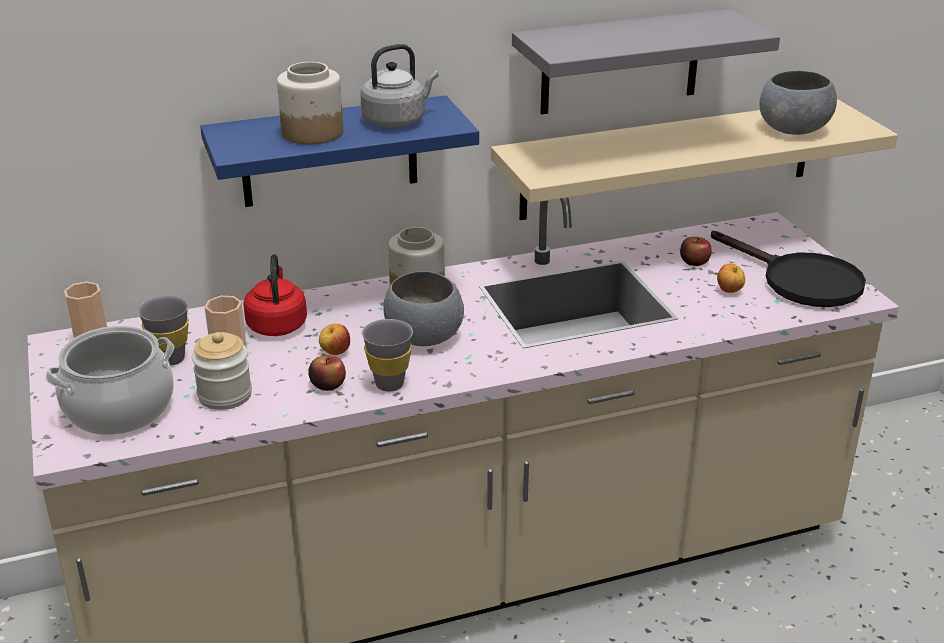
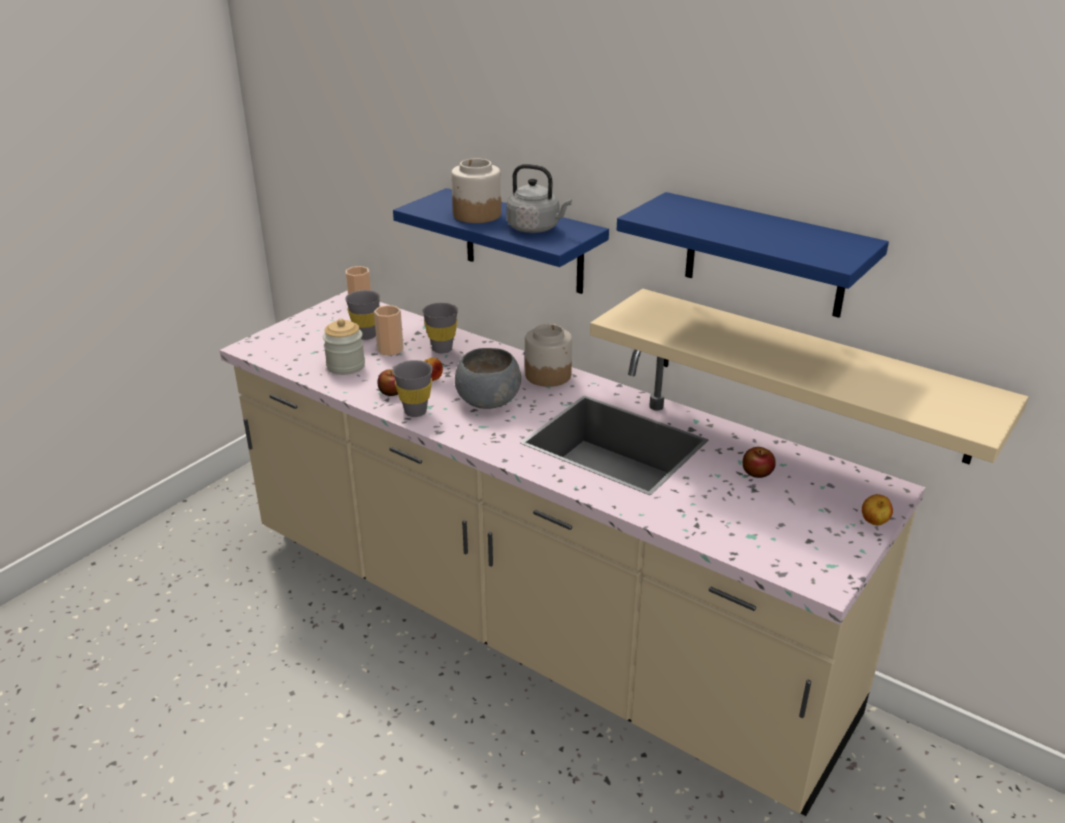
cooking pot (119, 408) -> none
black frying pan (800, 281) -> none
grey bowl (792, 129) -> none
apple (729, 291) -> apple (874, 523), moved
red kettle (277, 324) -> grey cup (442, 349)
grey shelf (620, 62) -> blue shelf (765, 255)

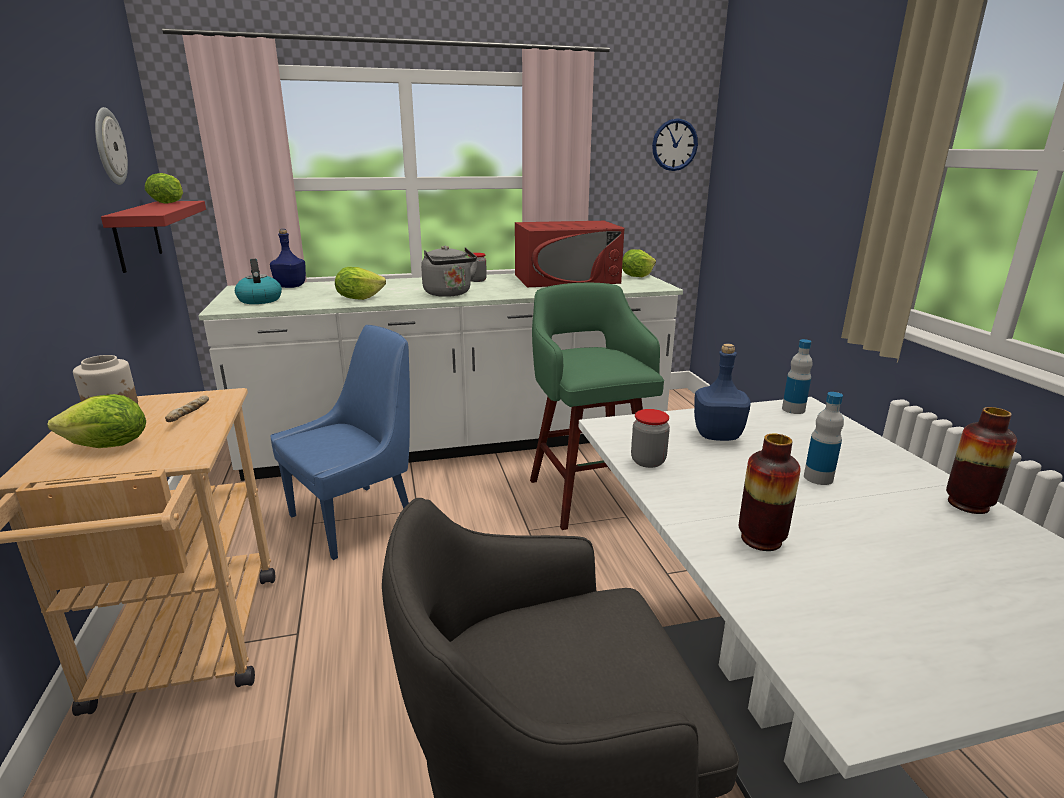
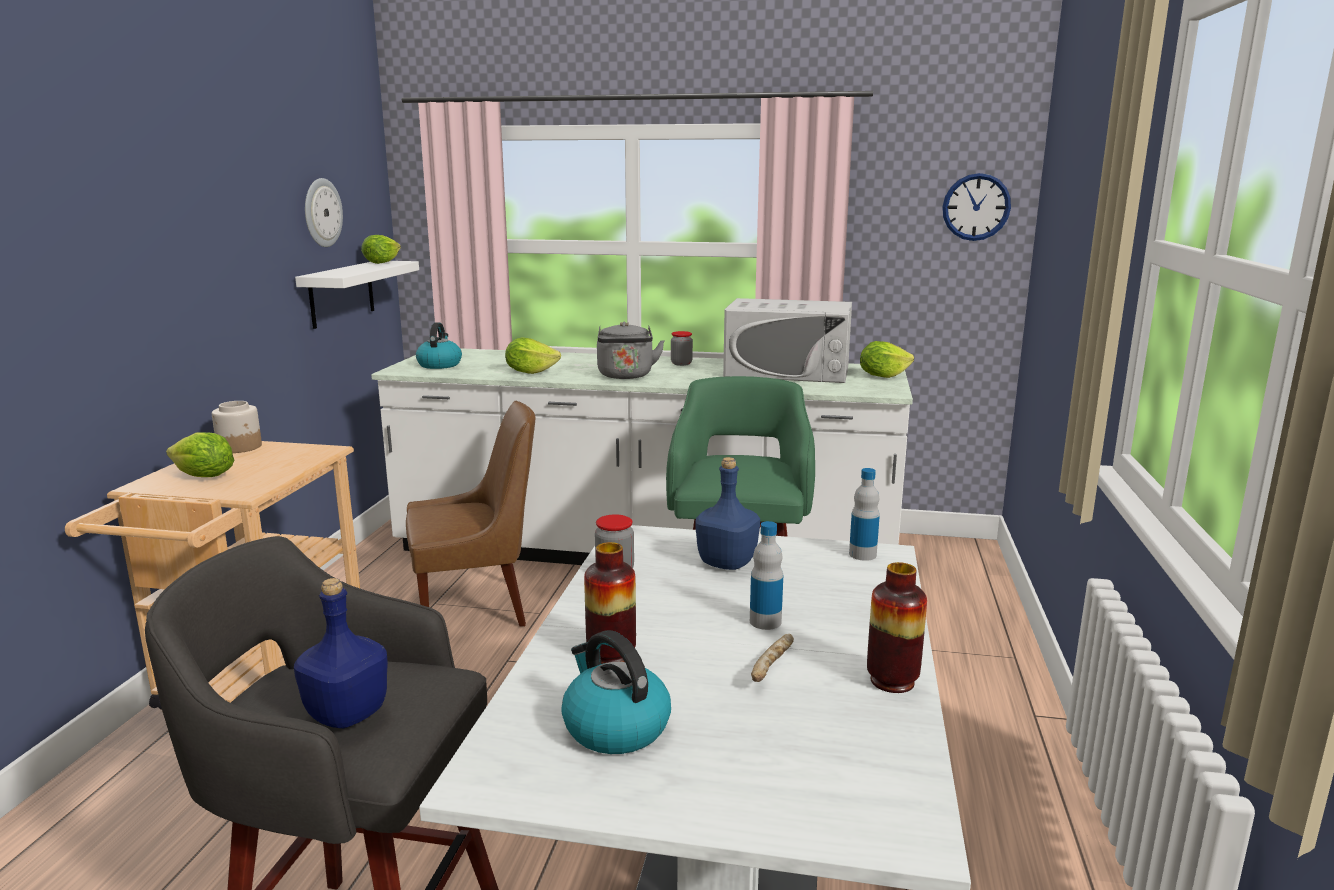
none -> kettle (614, 727)
bread (190, 415) -> bread (773, 667), moved
blue bottle (291, 286) -> blue bottle (348, 713), moved
red shelf (137, 235) -> white shelf (341, 293)
blue chair (357, 518) -> brown chair (476, 608)
red microwave (567, 279) -> white microwave (787, 371)

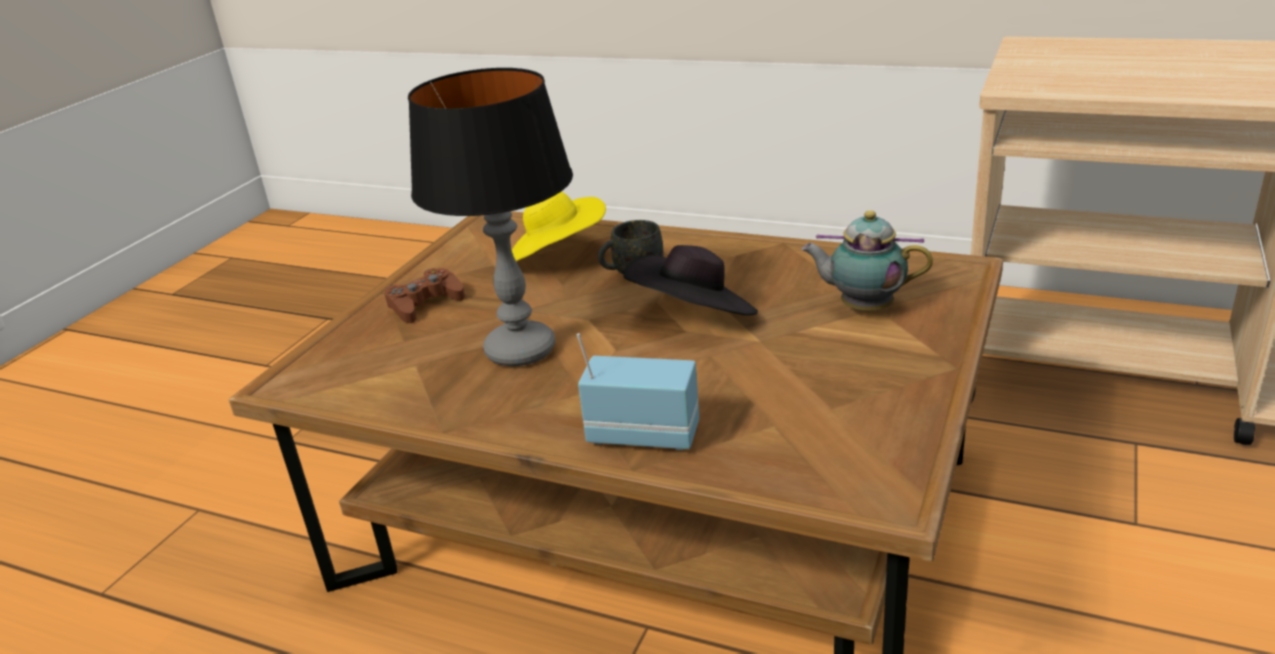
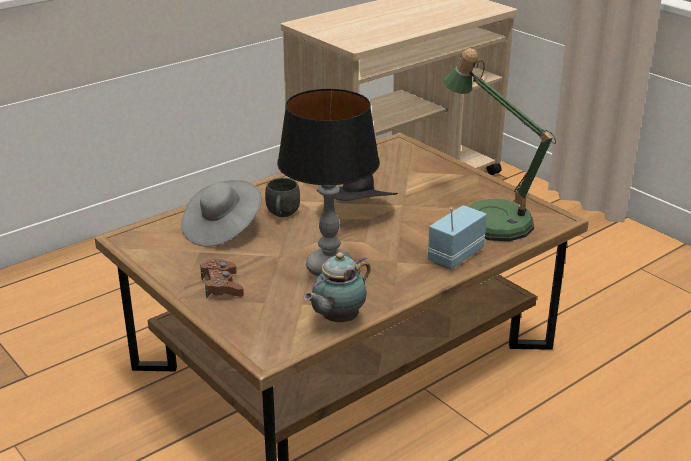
none -> table lamp (489, 217)
teapot (862, 308) -> teapot (337, 319), moved
yellow hat (556, 256) -> grey hat (222, 229)

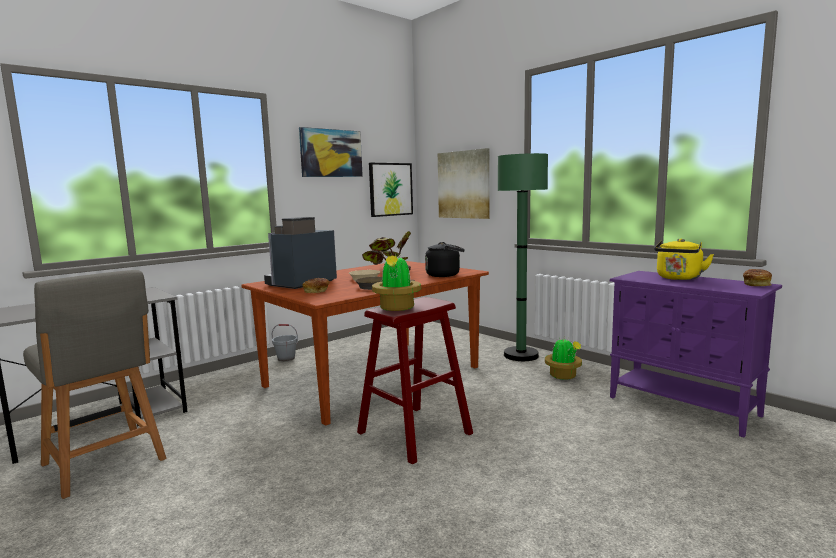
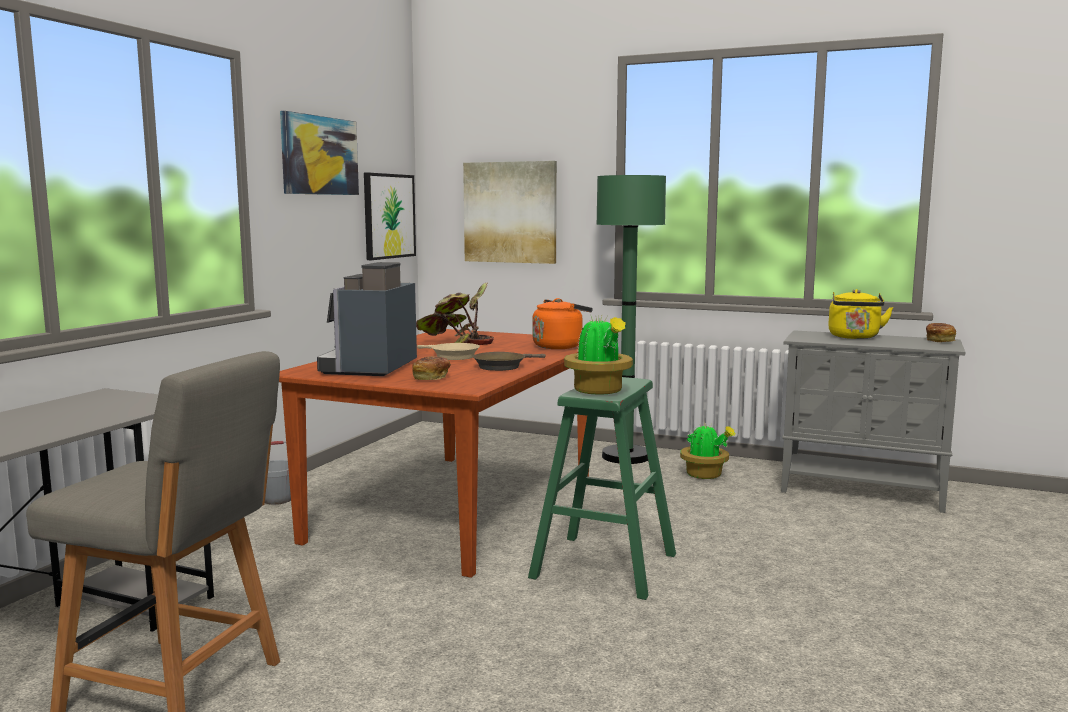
red stool (414, 433) -> green stool (604, 566)
black kettle (445, 275) -> orange kettle (559, 346)
purple cabinet (684, 406) -> grey cabinet (863, 491)

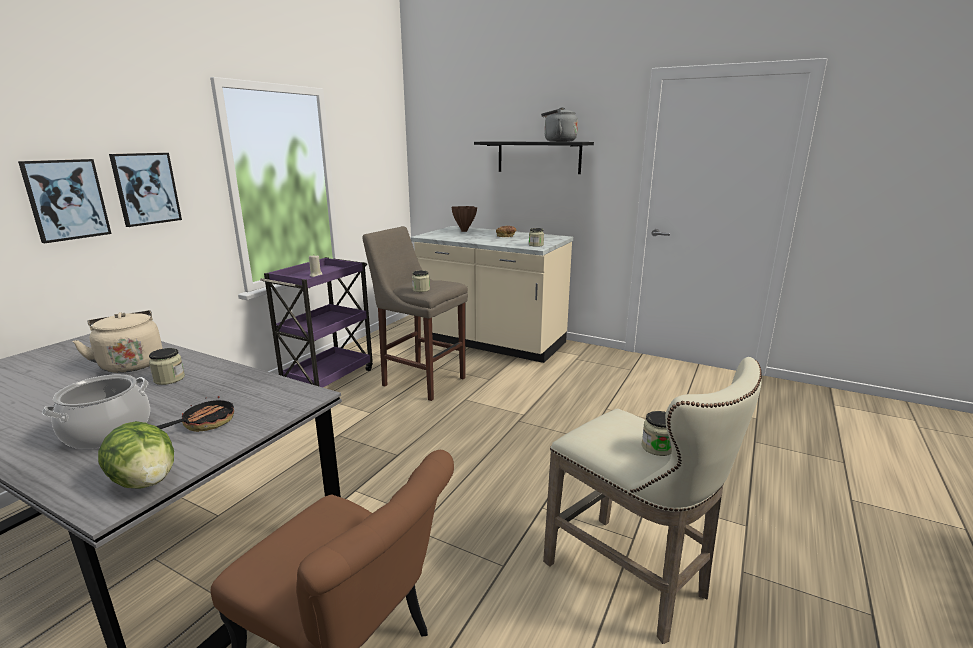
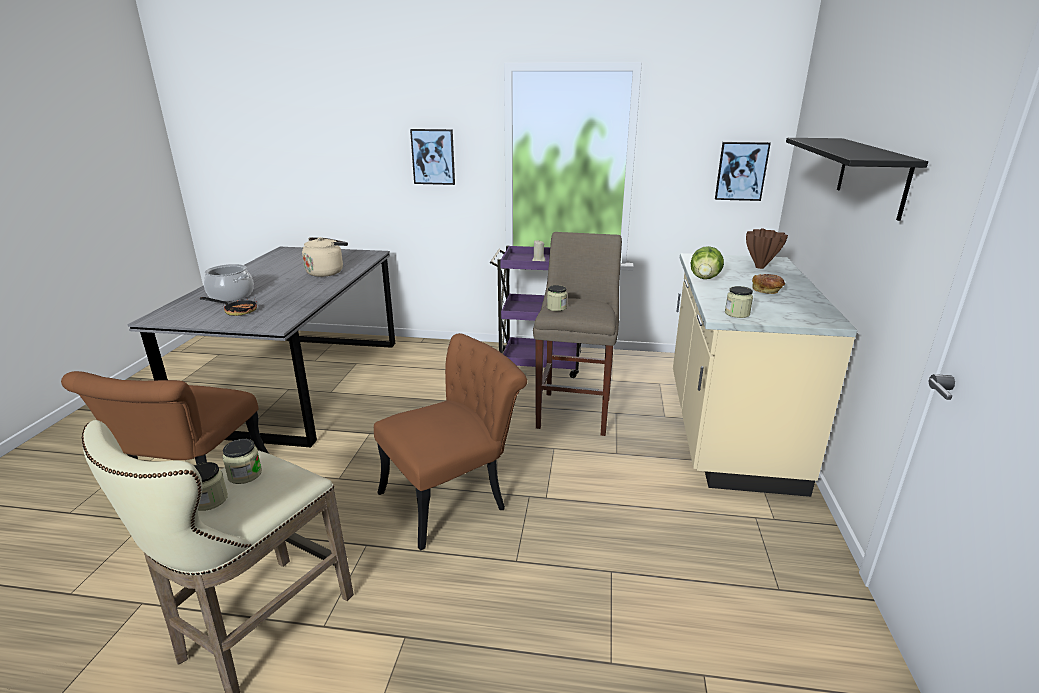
grey kettle (557, 141) -> none
none -> brown chair (454, 496)
picture (66, 199) -> picture (741, 171), moved
lettuce (146, 481) -> lettuce (704, 278), moved
jar (169, 379) -> jar (245, 474), moved

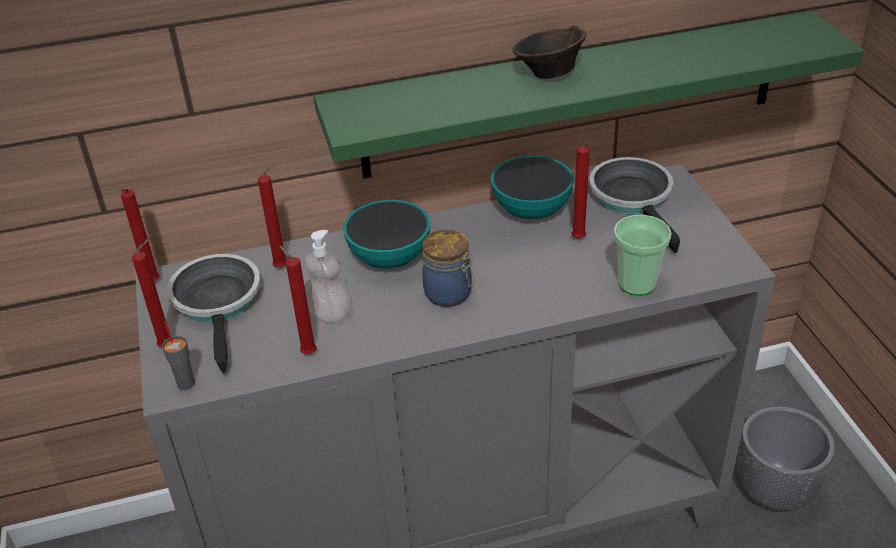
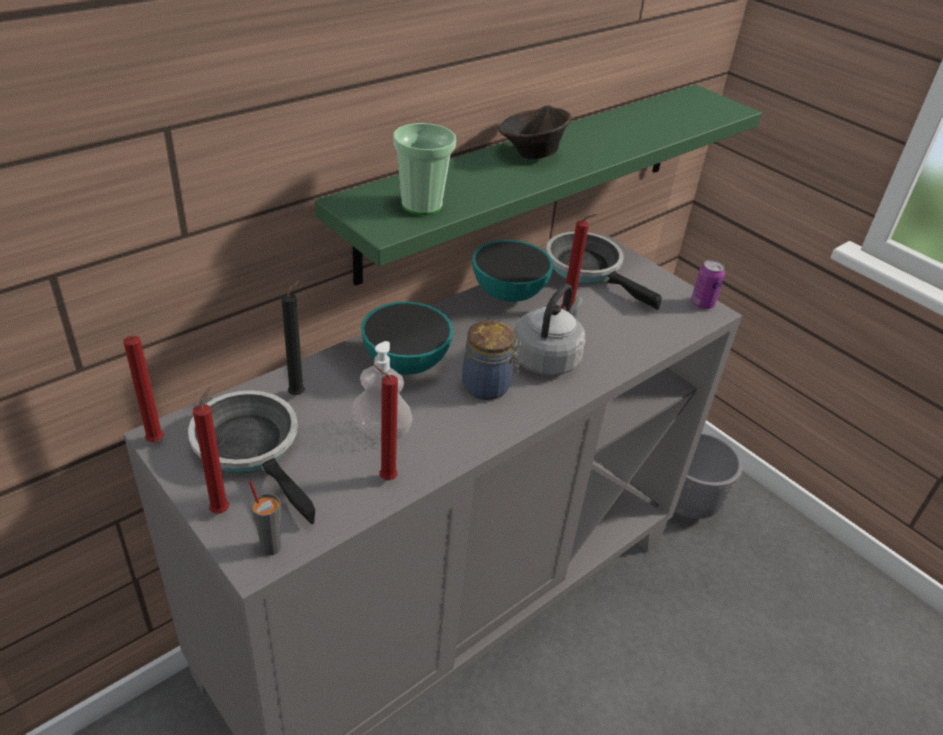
none -> grey kettle (547, 358)
none -> can (702, 304)
cup (637, 284) -> cup (422, 205), moved
red candle (283, 267) -> black candle (299, 393)

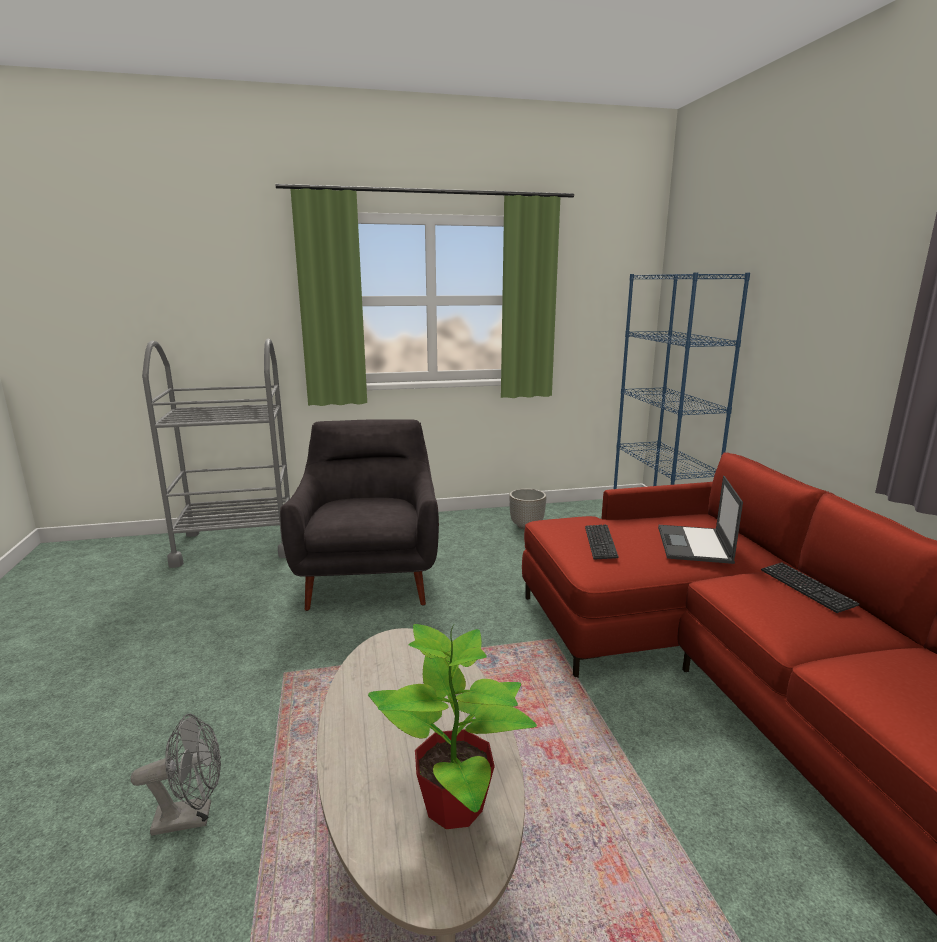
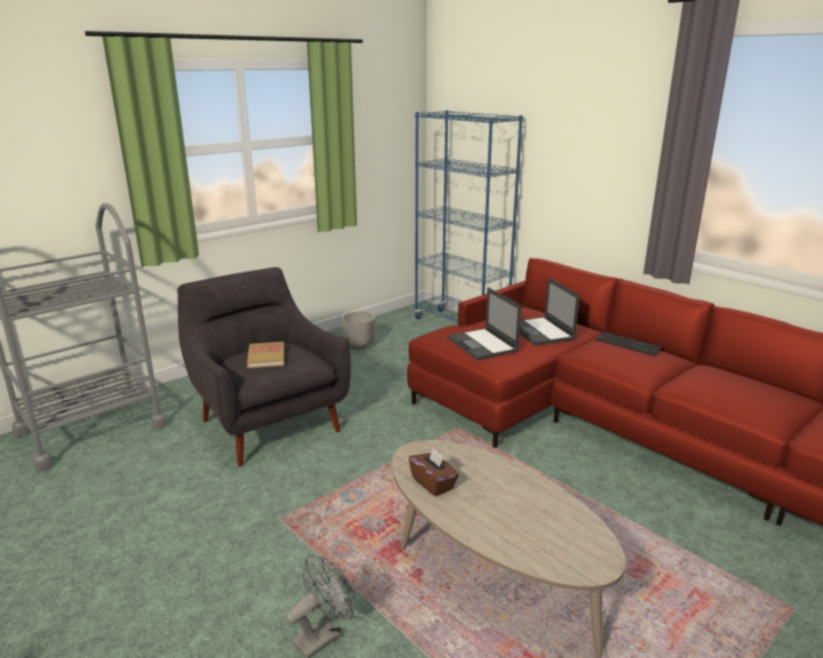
potted plant (456, 805) -> none
none -> book (266, 357)
none -> brown tissue box (433, 483)
keyboard (600, 543) -> laptop (483, 344)

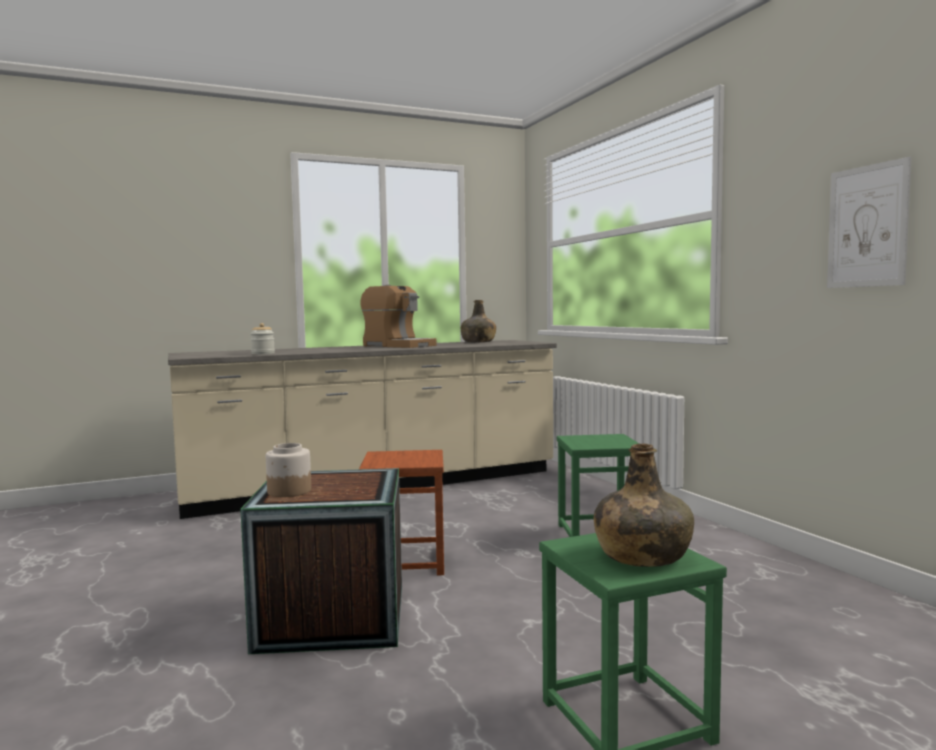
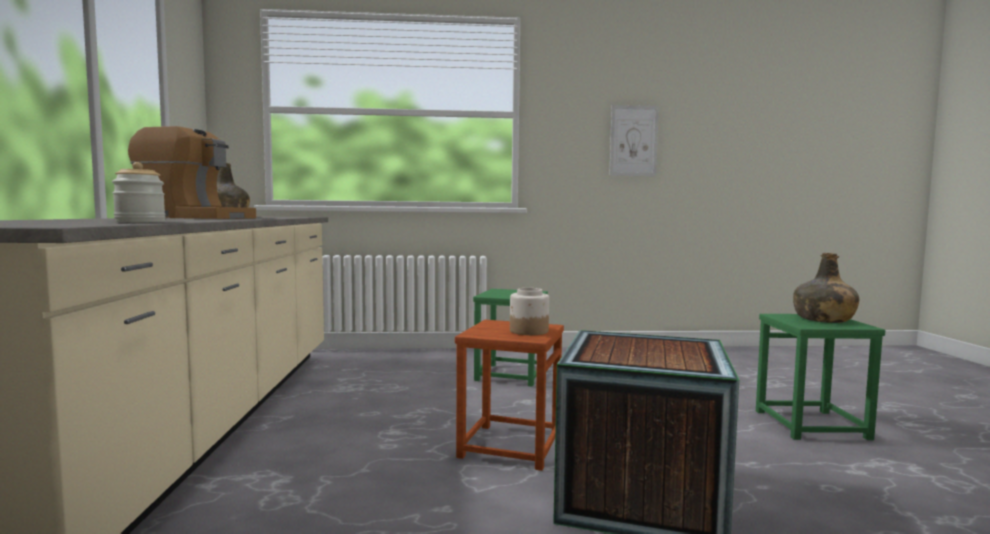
jar (288, 491) -> jar (528, 331), moved
coffee machine (398, 346) -> coffee machine (194, 218), 45 degrees clockwise

